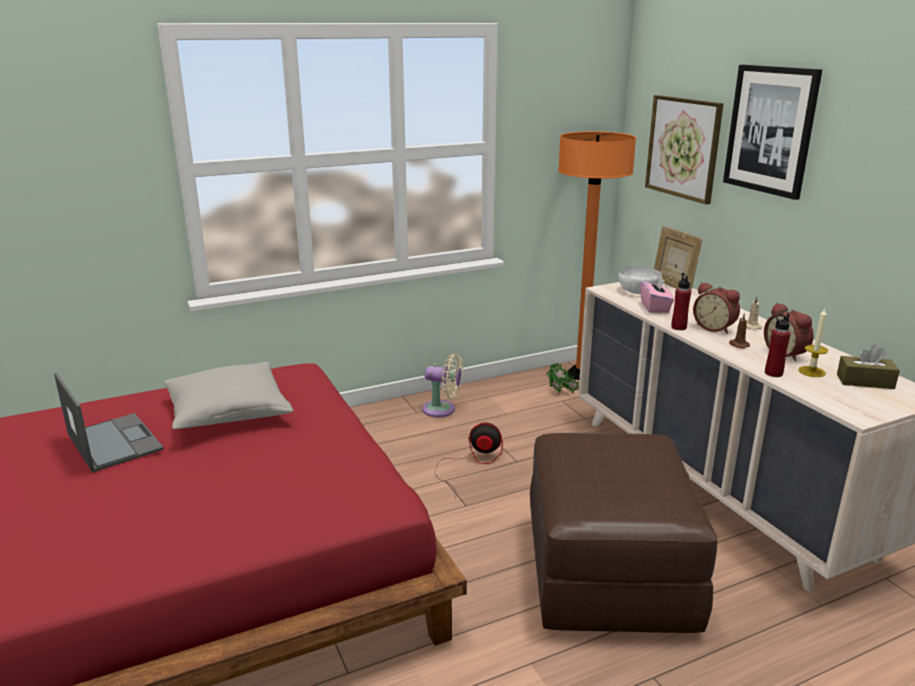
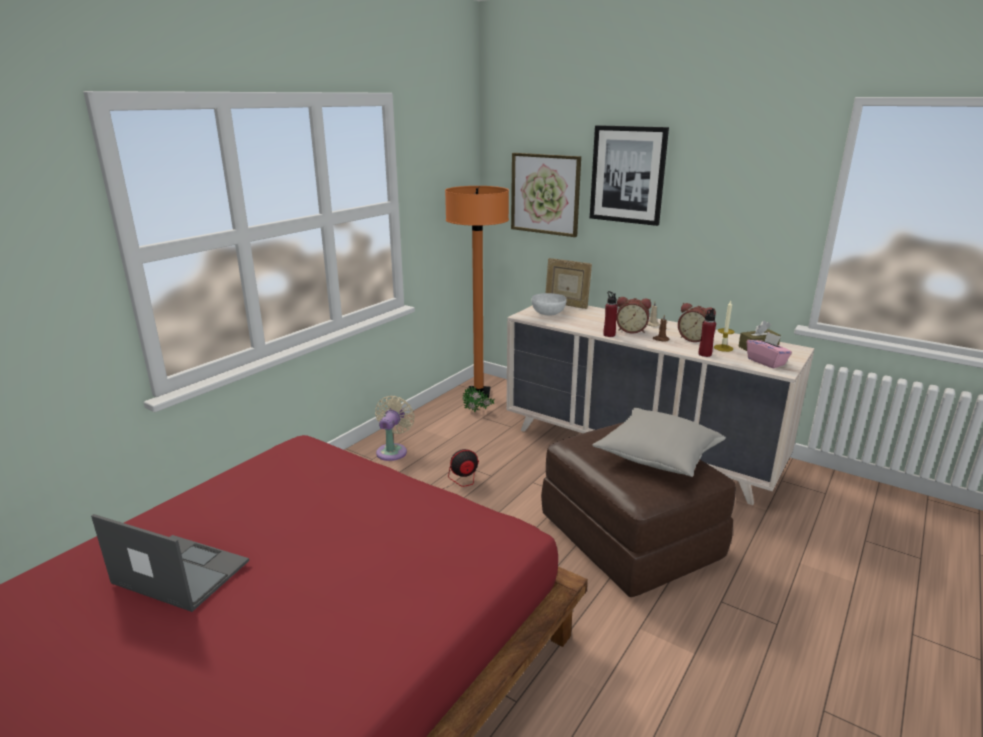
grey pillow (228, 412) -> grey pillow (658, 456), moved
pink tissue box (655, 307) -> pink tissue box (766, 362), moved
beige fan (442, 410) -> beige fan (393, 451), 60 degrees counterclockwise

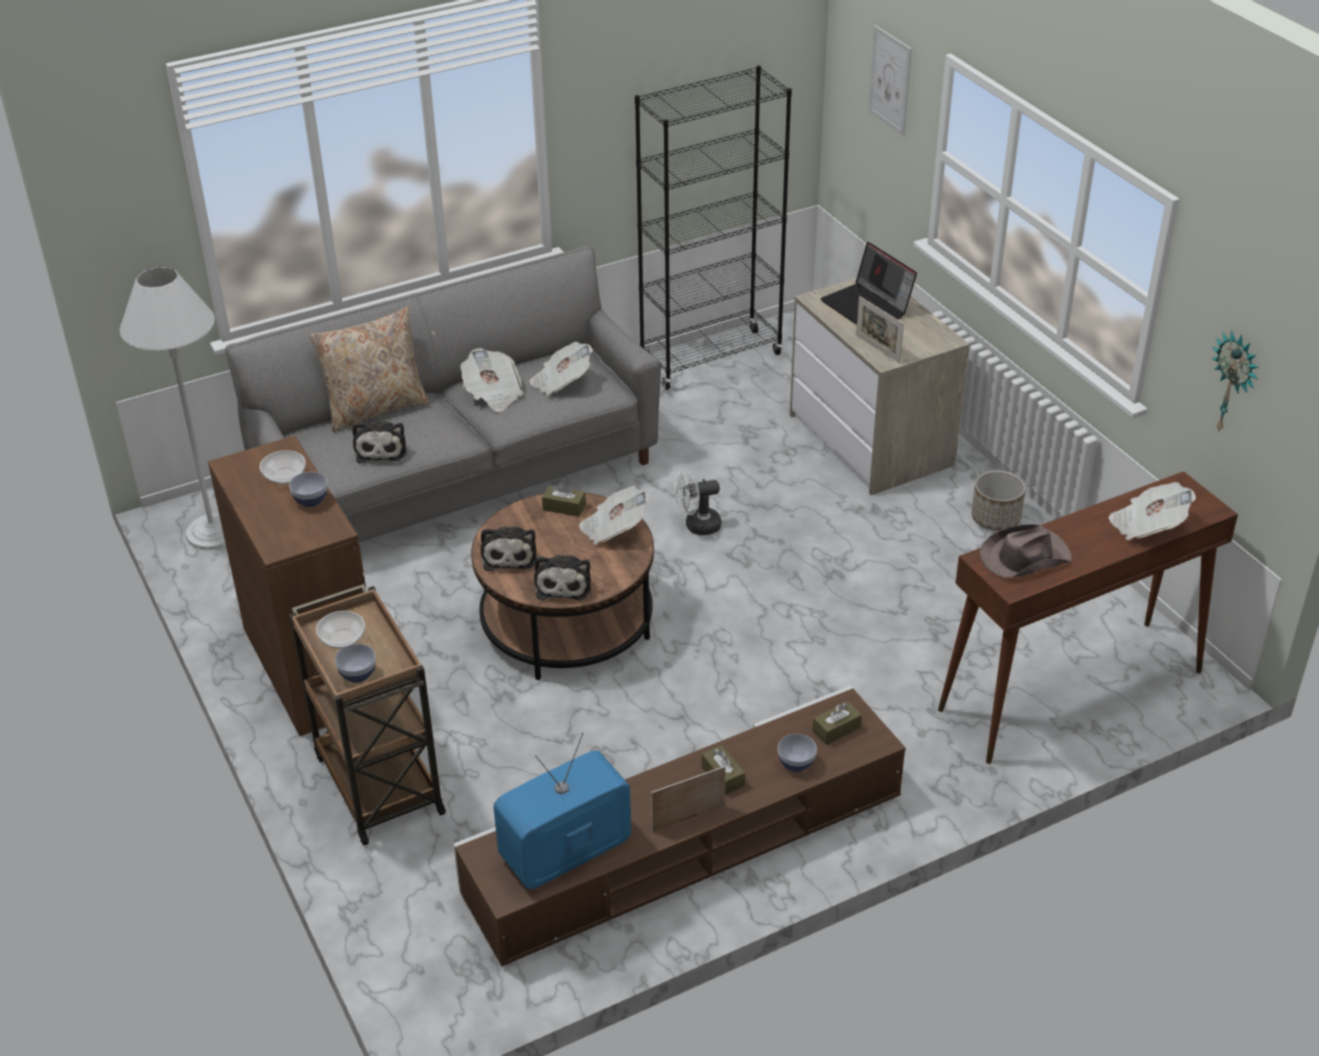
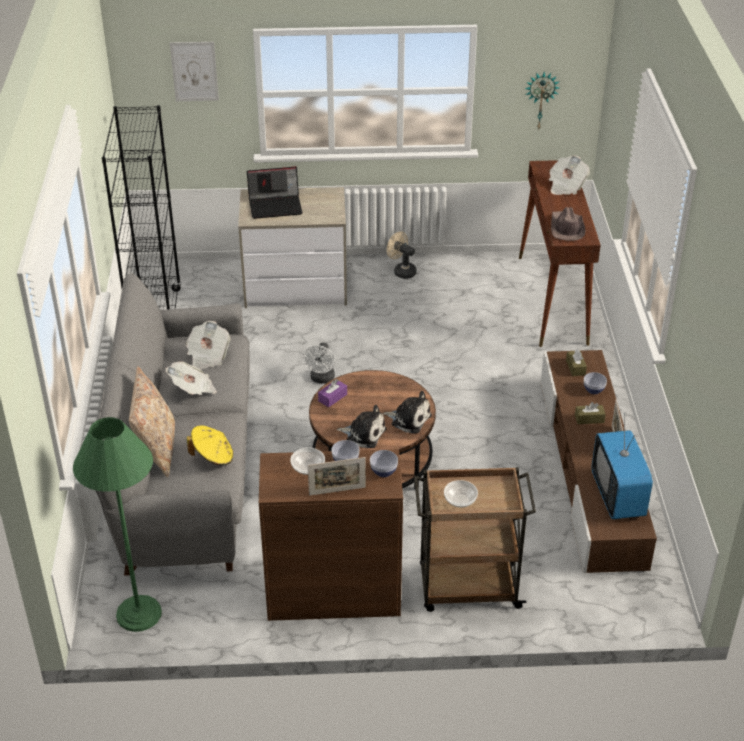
newspaper (613, 529) -> none
bowl (358, 675) -> bowl (383, 471), moved
picture frame (878, 349) -> picture frame (337, 491), moved
plush toy (381, 449) -> yellow hat (213, 457)
planter (995, 518) -> beige fan (401, 271)
white floor lamp (213, 532) -> green floor lamp (138, 614)
brown tissue box (564, 507) -> purple tissue box (332, 397)

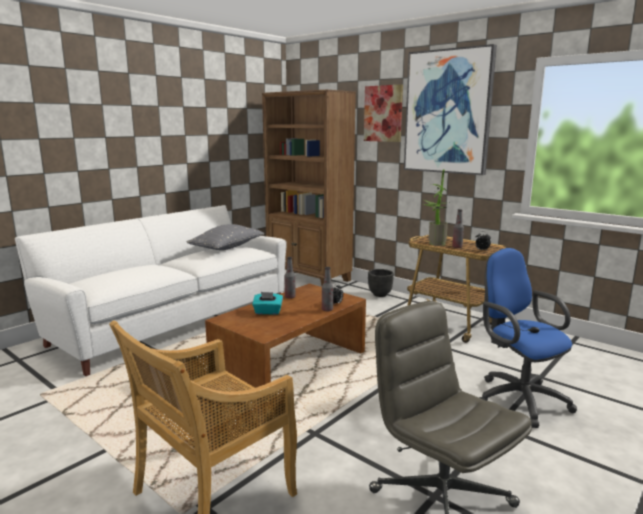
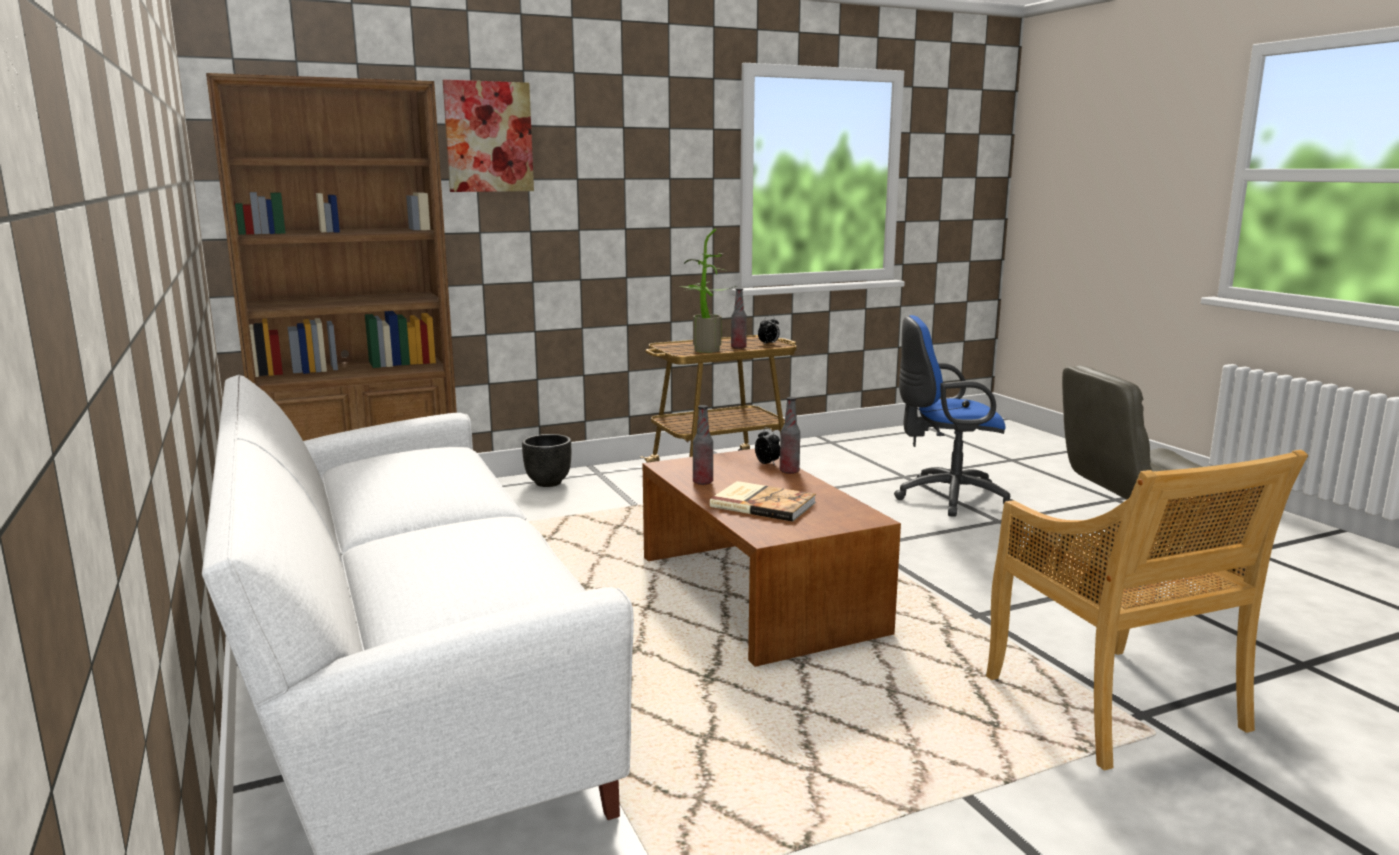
grey pillow (227, 248) -> none
picture (448, 112) -> none
turquoise tissue box (268, 312) -> book (763, 504)

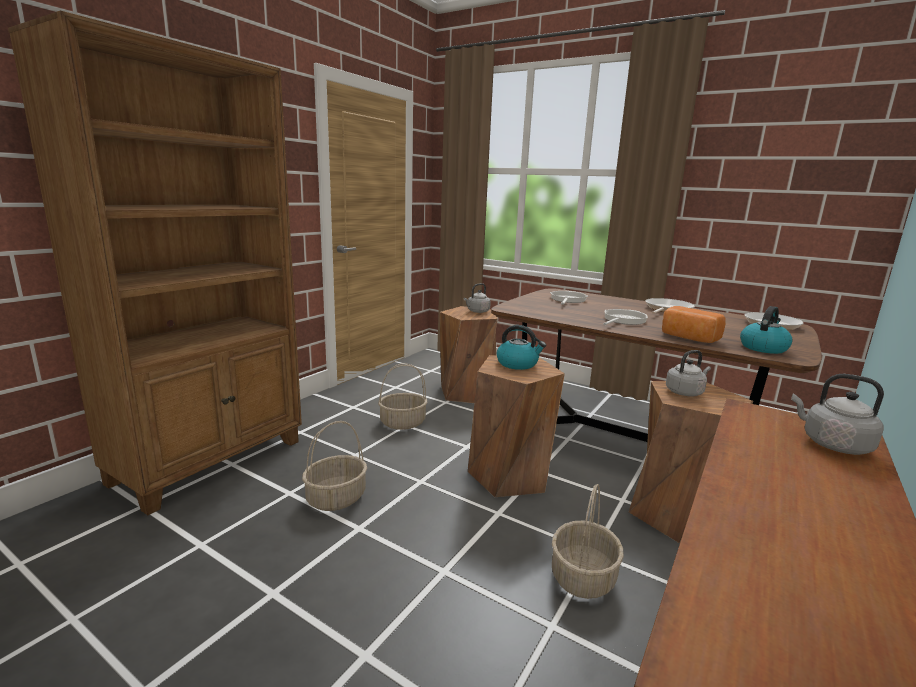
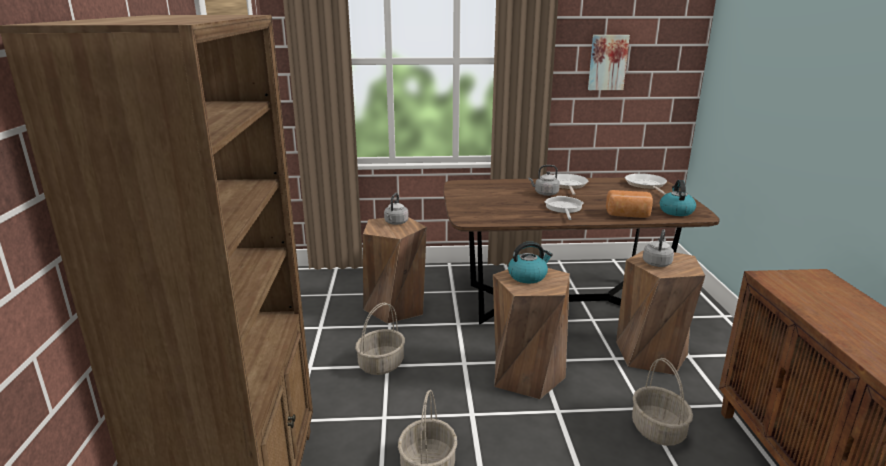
frying pan (567, 300) -> none
none -> picture (607, 62)
grey kettle (832, 444) -> grey kettle (545, 193), moved

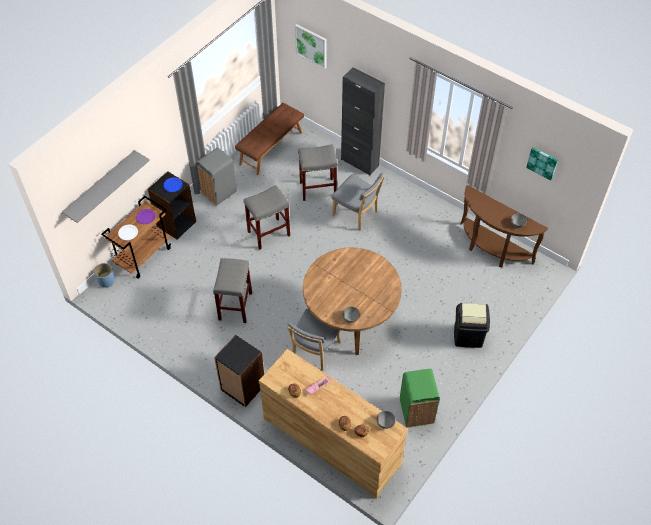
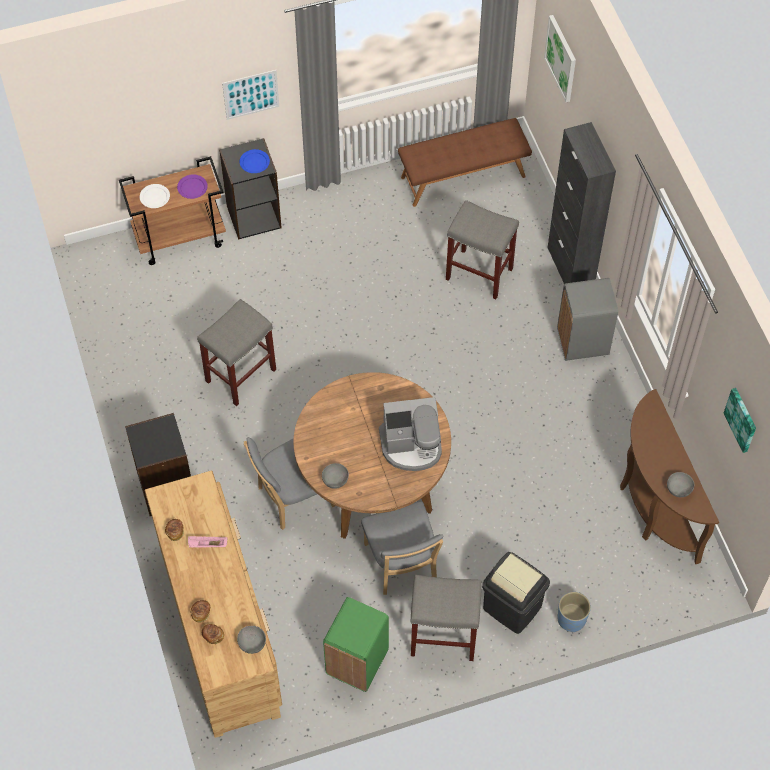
grey shelf (100, 186) -> none
none -> picture (251, 94)
none -> coffee machine (411, 446)
blue planter (106, 281) -> blue planter (571, 619), moved
grey trash can (219, 193) -> grey trash can (583, 342), moved
grey stool (269, 233) -> grey stool (444, 636), moved
grey chair (357, 215) -> grey chair (401, 565), moved

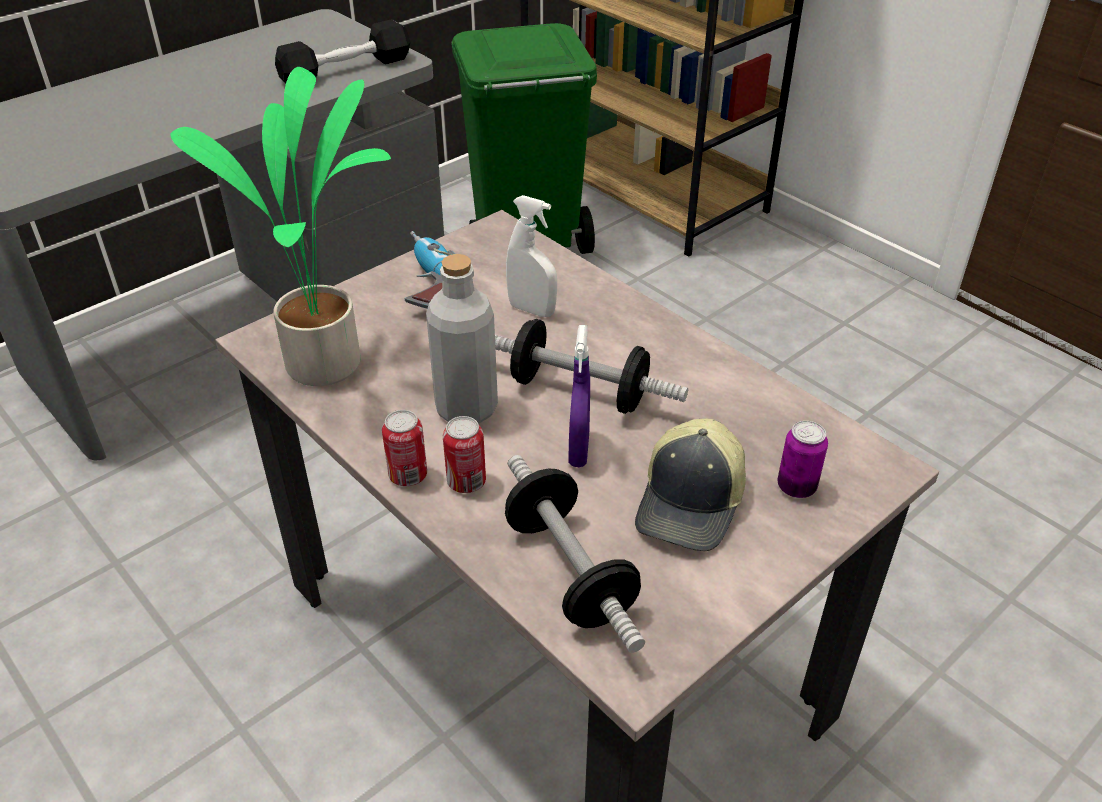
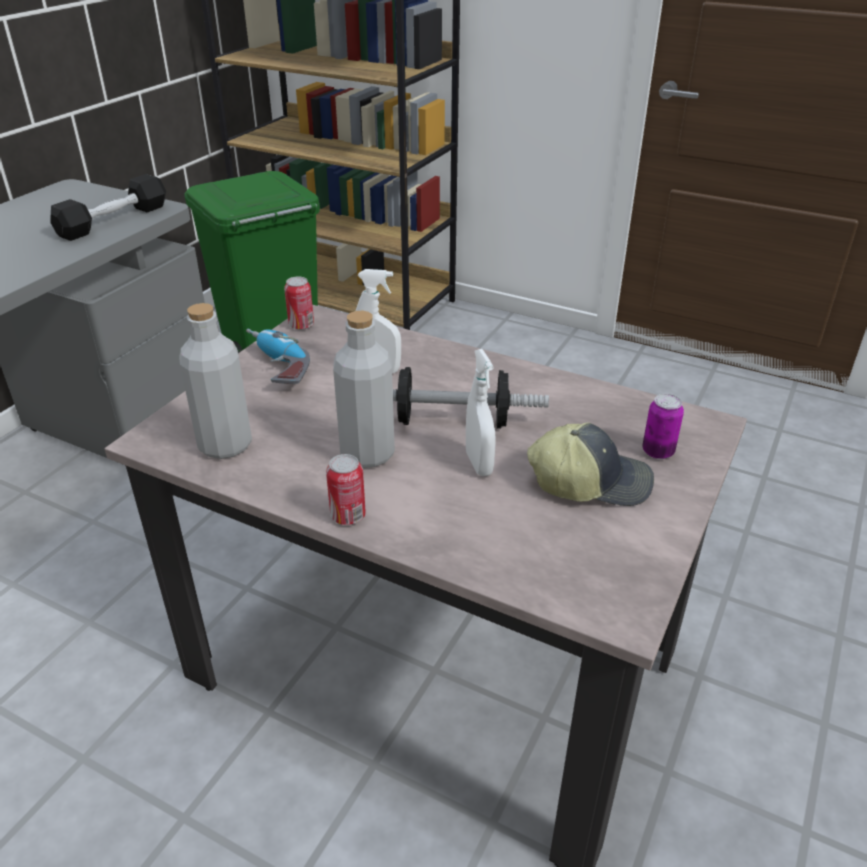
dumbbell (570, 572) -> none
can (466, 482) -> can (301, 325), moved
potted plant (329, 363) -> grey bottle (225, 445)
purple spray bottle (578, 450) -> white spray bottle (479, 464)
cap (692, 503) -> cap (589, 481), 90 degrees counterclockwise

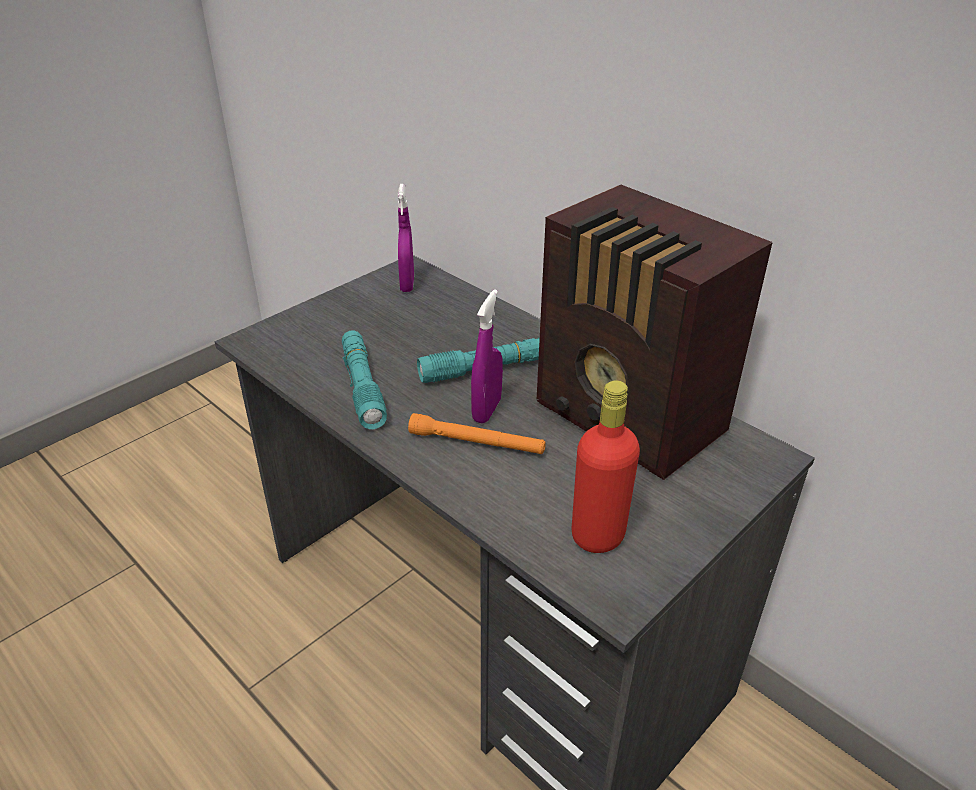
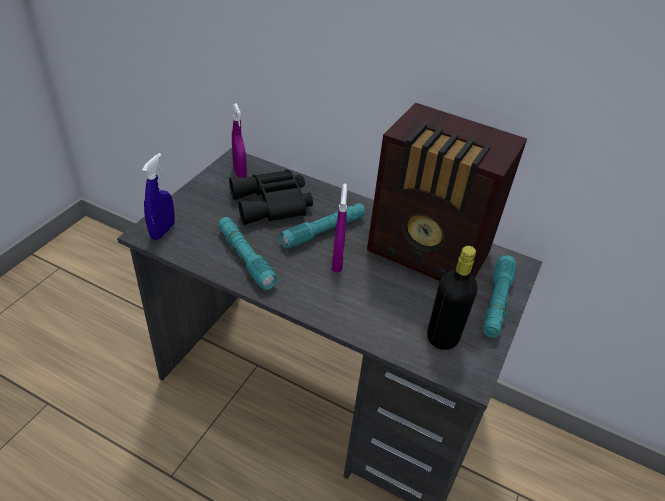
orange flashlight (476, 443) -> none
none -> blue spray bottle (163, 231)
none -> black binoculars (273, 204)
none -> turquoise flashlight (496, 302)
red bottle (597, 535) -> black bottle (442, 337)

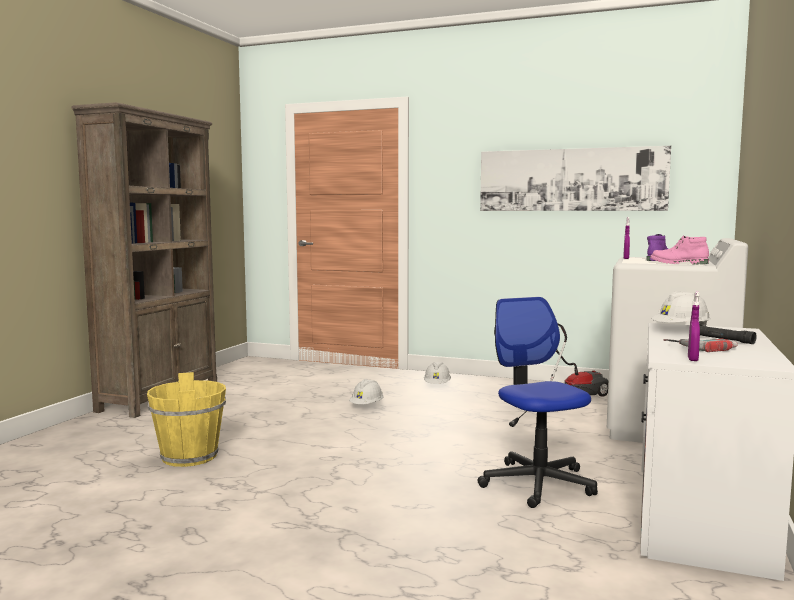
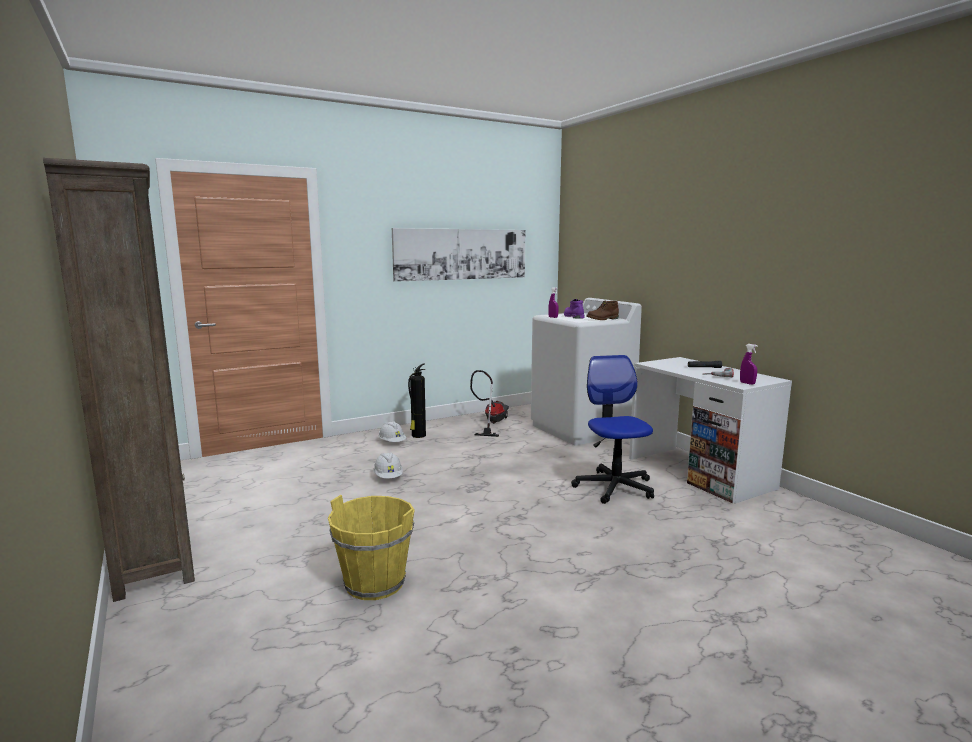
white hard hat (680, 330) -> none
none -> fire extinguisher (418, 436)
pink boot (678, 263) -> brown boot (602, 319)
office chair (537, 483) -> office chair (614, 487), 60 degrees clockwise

